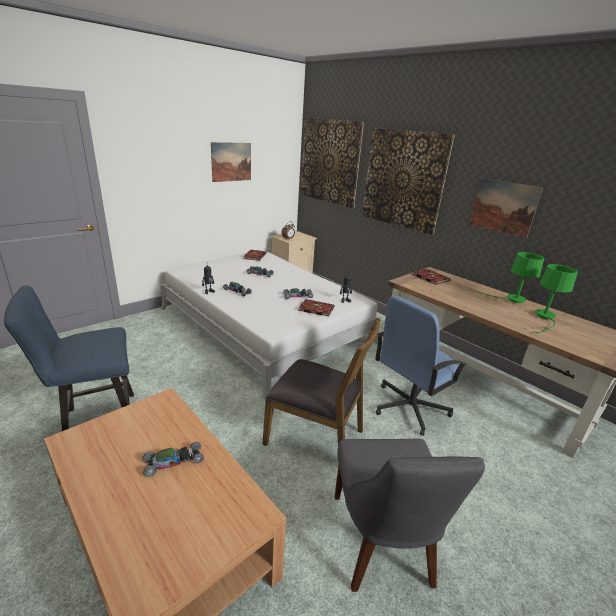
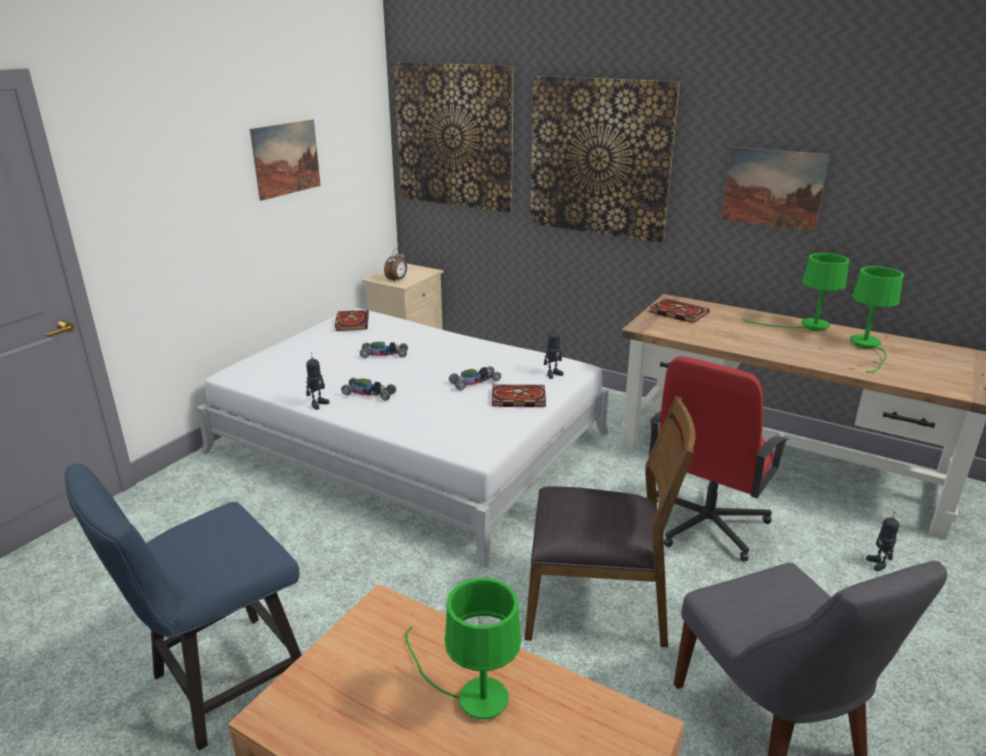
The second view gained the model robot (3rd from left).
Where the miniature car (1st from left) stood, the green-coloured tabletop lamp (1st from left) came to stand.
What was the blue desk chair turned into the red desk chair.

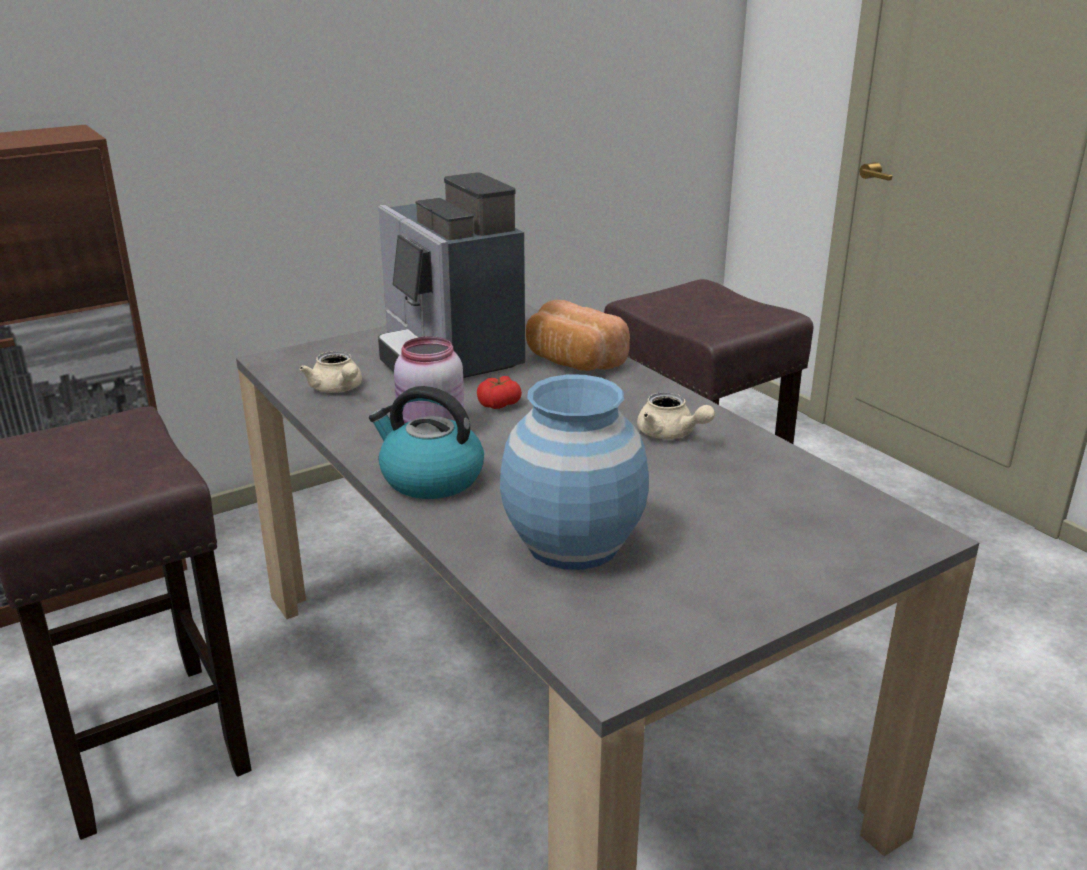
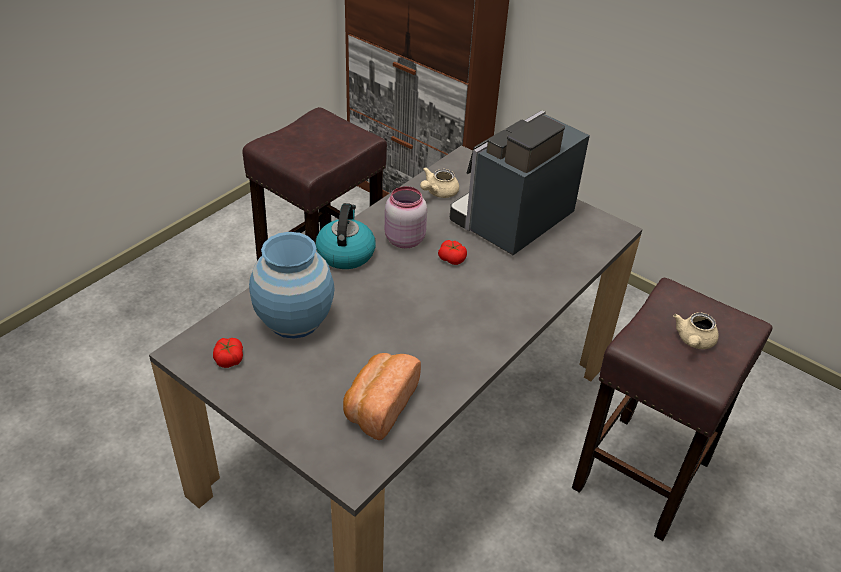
The second view gained the fresh tomato (1st from left).
The bread ended up elsewhere.
The sand-coloured pot for tea (2nd from left) ended up elsewhere.

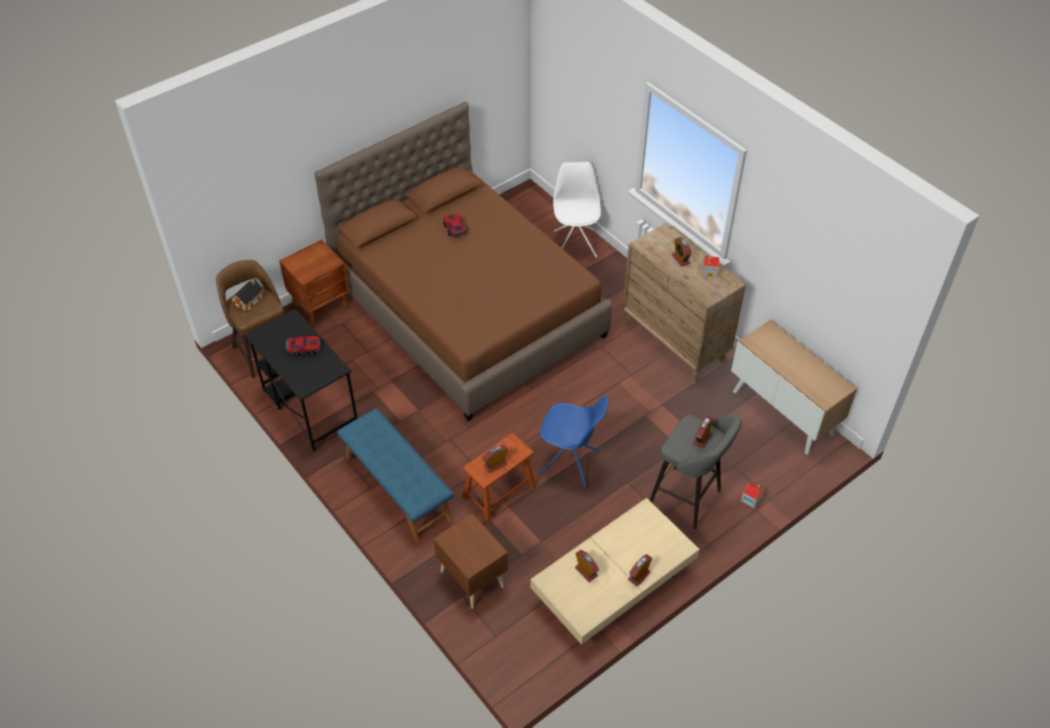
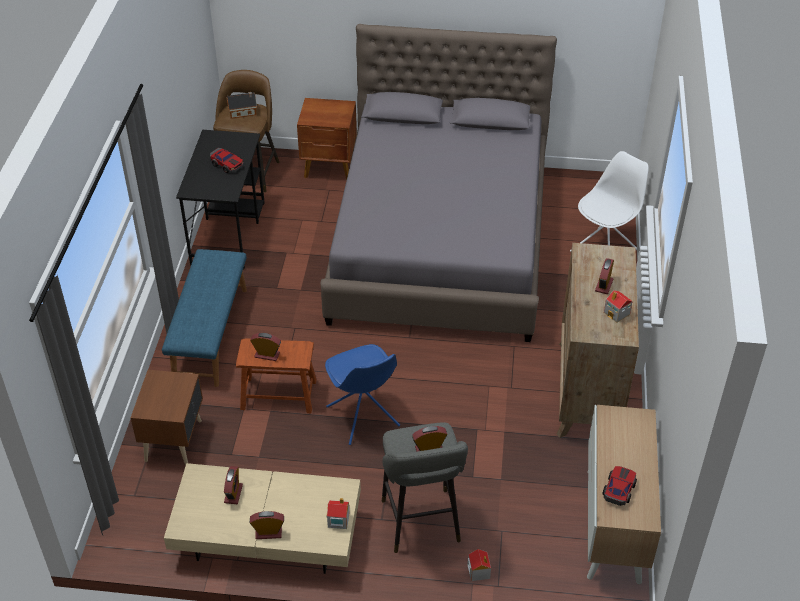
The second view gained the toy house (2nd from left).
The miniature car (2nd from left) ended up elsewhere.
What was the brown bed turned into the grey bed.

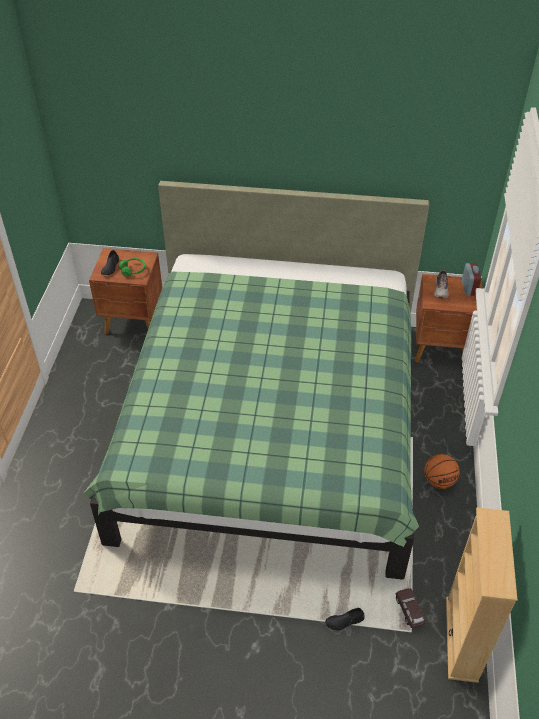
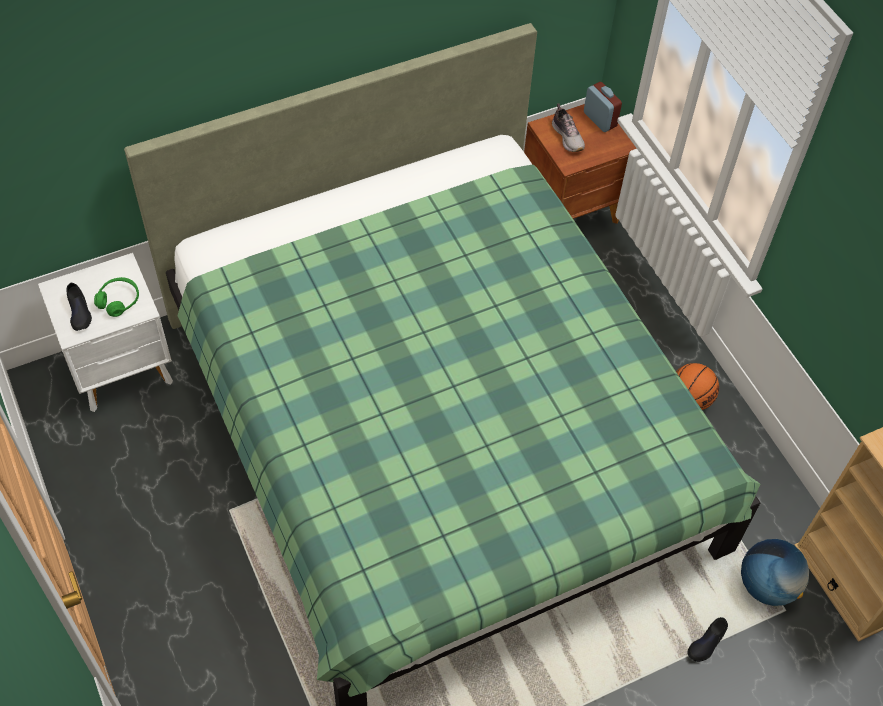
Where the brown miniature car stood, the world globe came to stand.
What was the brown night table (1st from left) turned into the white-coloured night table.

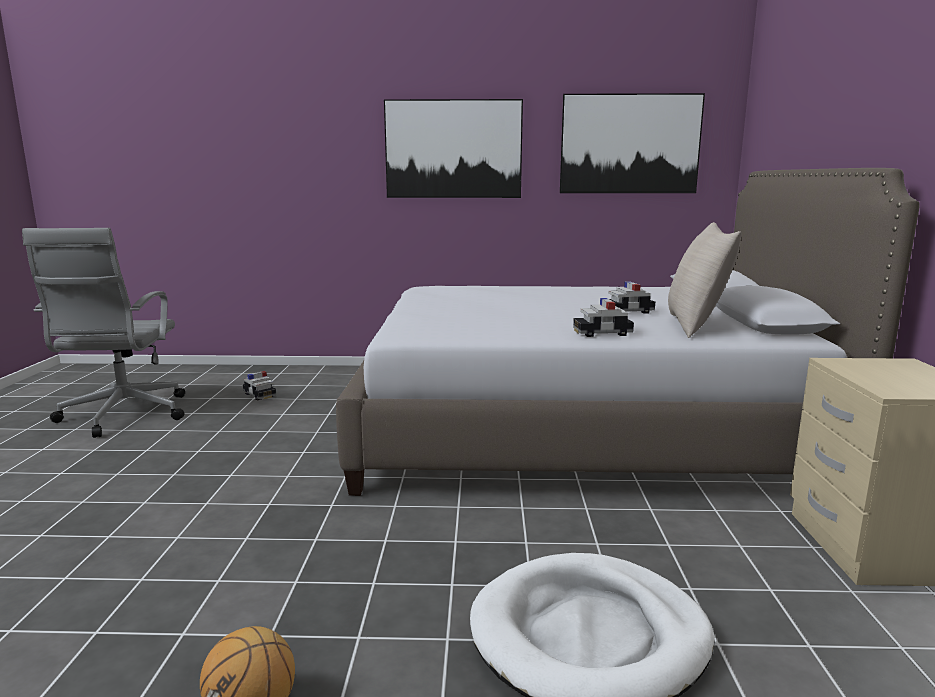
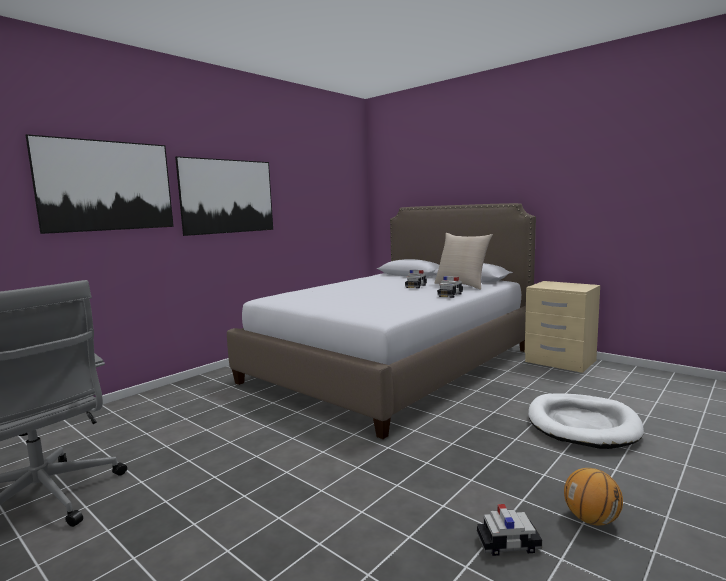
The miniature car (1st from left in the first image) ended up elsewhere.
The wall art (2nd from left in the first image) ended up elsewhere.

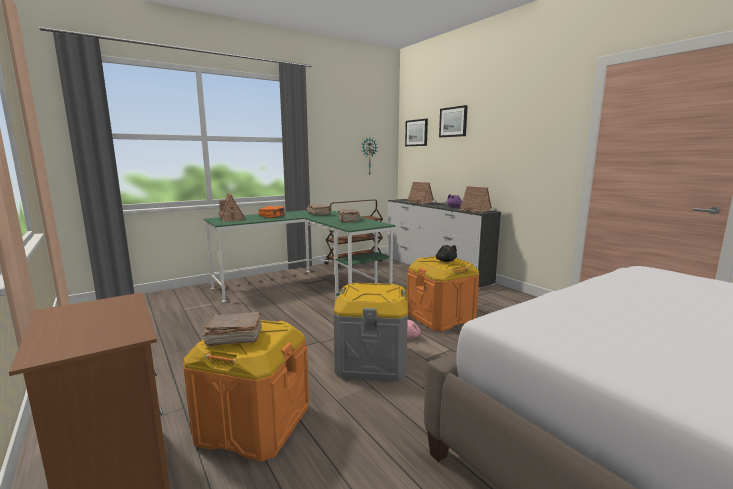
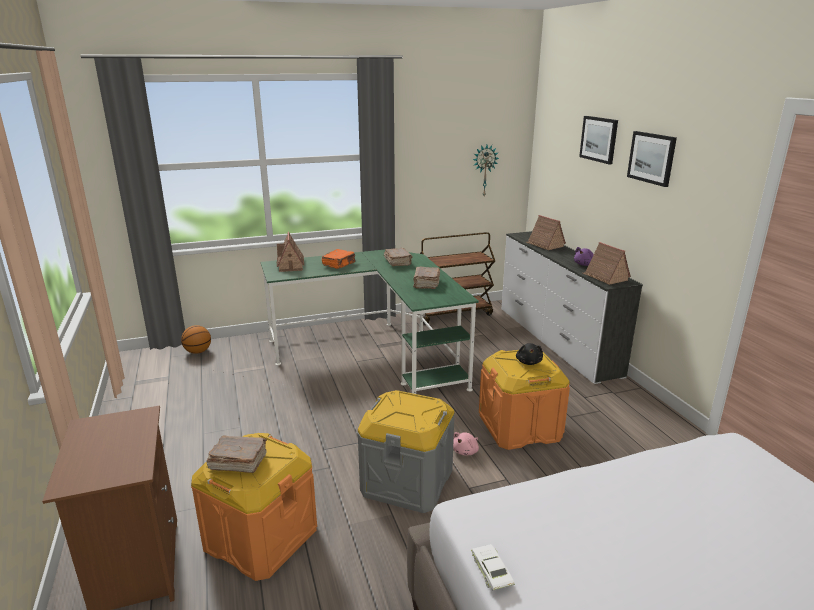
The second view gained the basketball ball.
The second view gained the white-coloured miniature car.
The wall art (1st from left in the first image) ended up elsewhere.

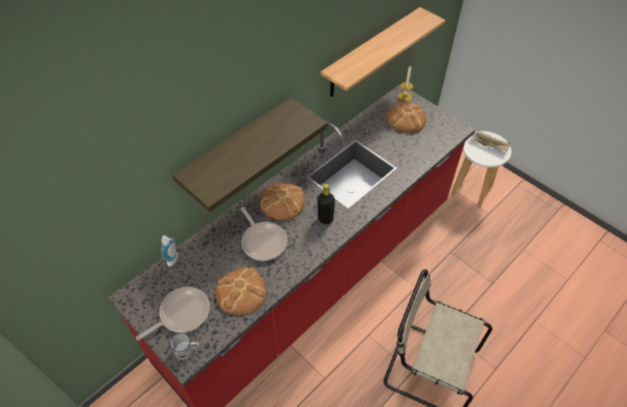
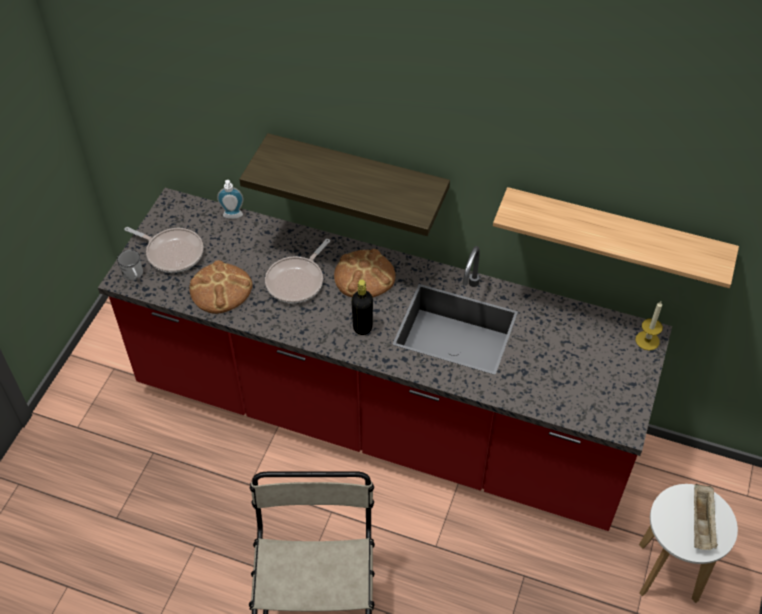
The second view lost the bread (3rd from left).

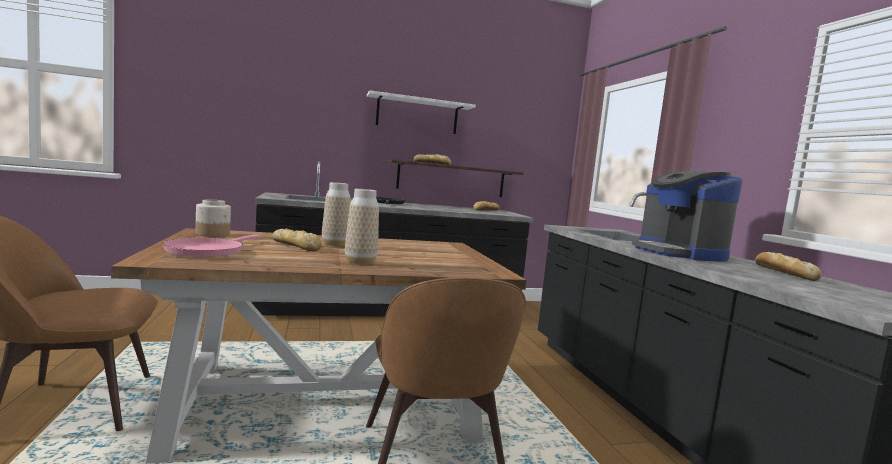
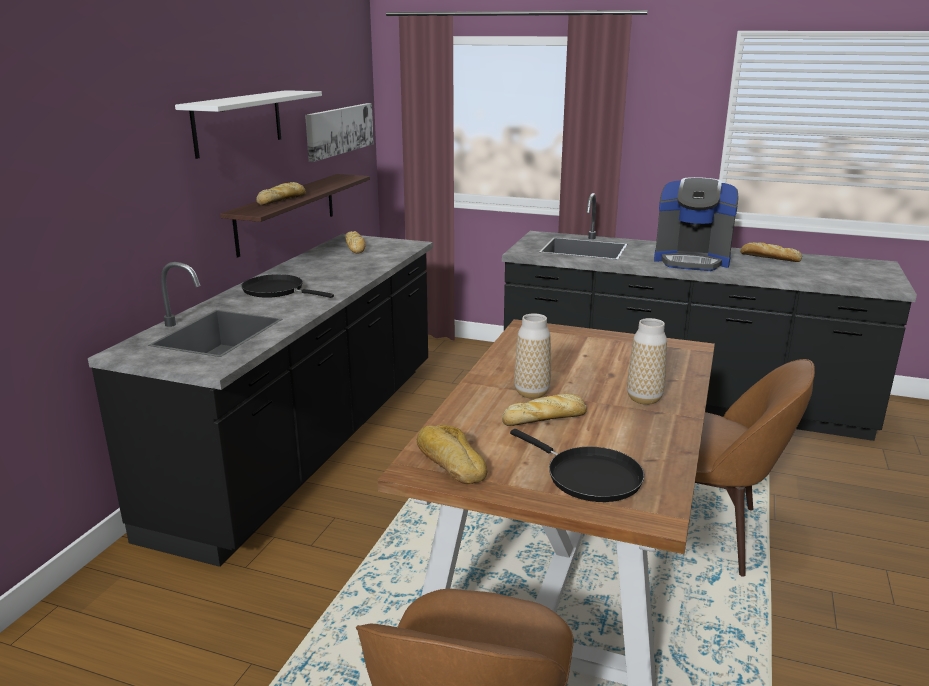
The second view gained the wall art.
Where the preserve jar stood, the bread (3rd from left) came to stand.
What was the pink-coloured pan turned into the blackish pan (2nd from left).

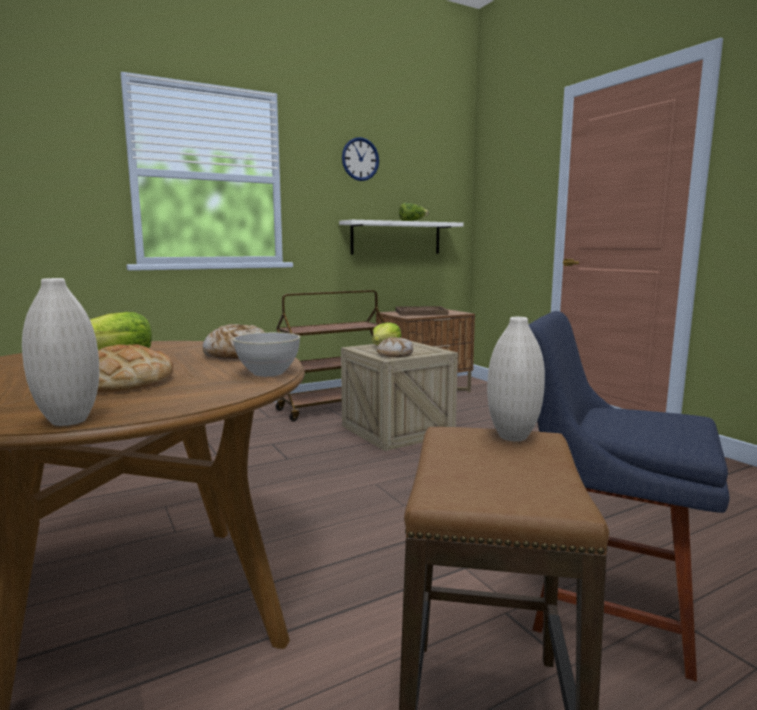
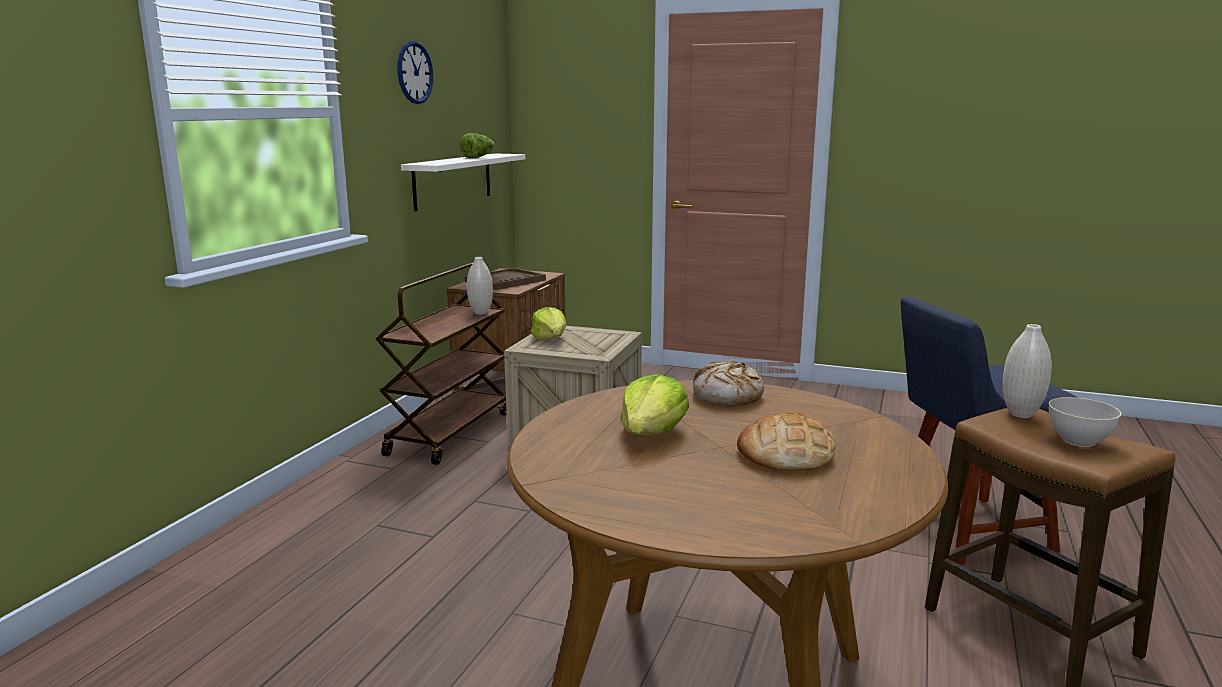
The second view lost the bread (3rd from left).
The white-coloured decorative vase (1st from left) ended up elsewhere.
The grey deep dish ended up elsewhere.

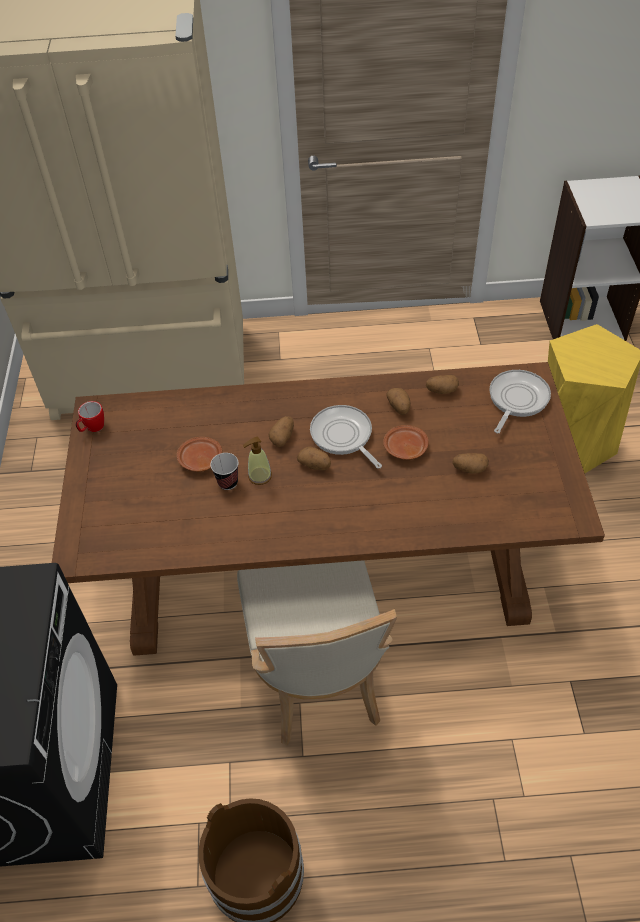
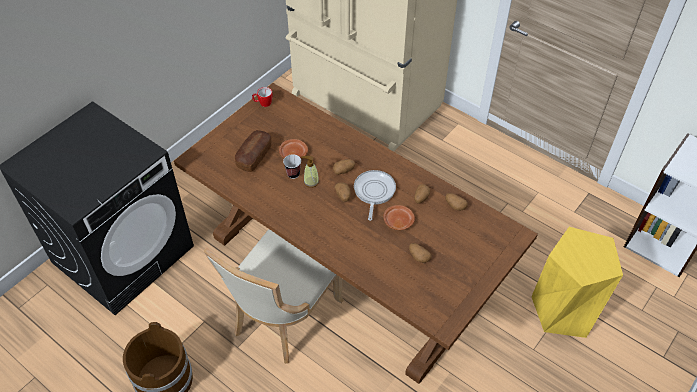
The second view lost the pan (2nd from left).
The second view gained the bread.

